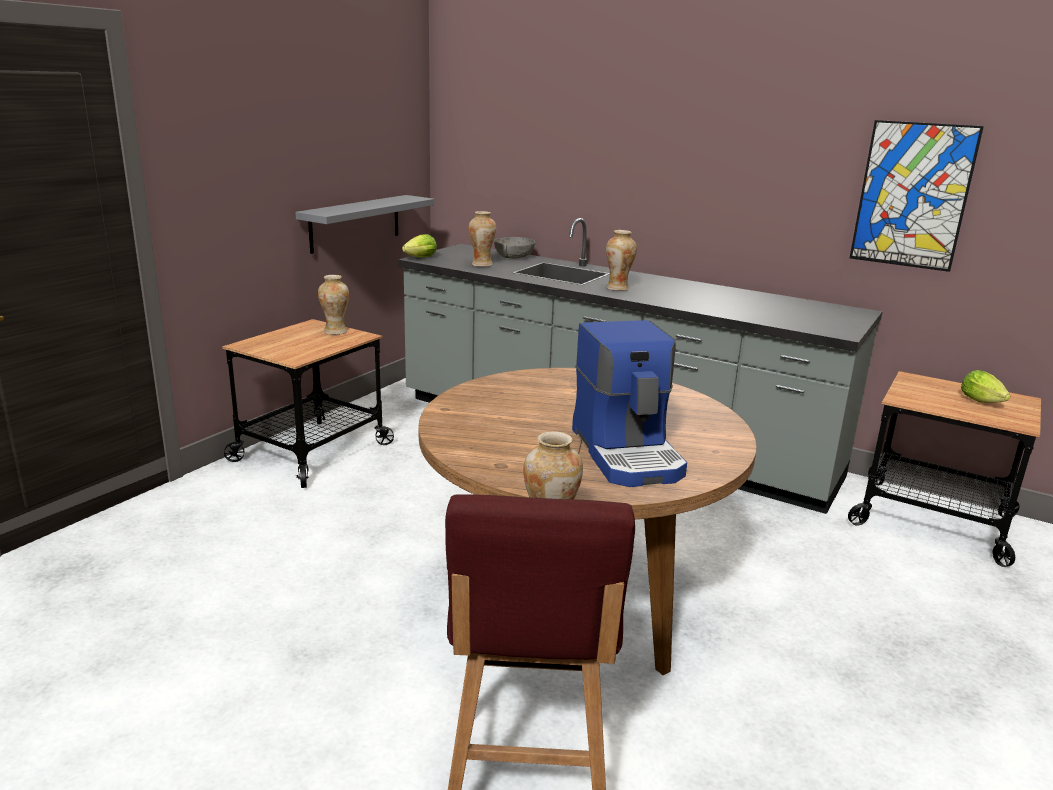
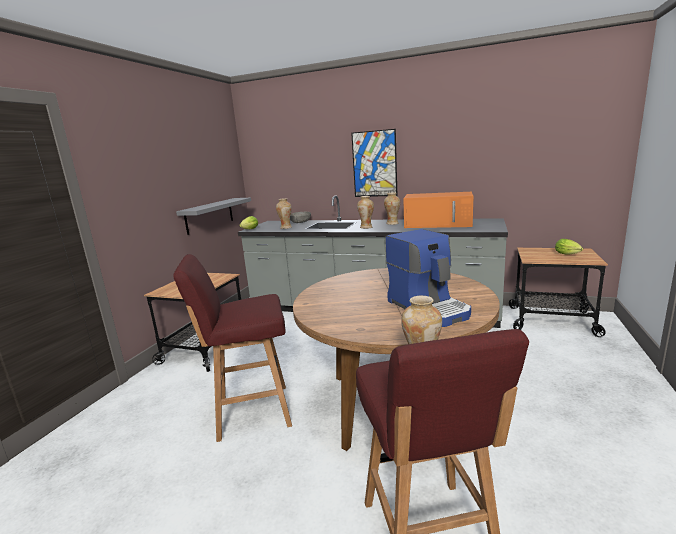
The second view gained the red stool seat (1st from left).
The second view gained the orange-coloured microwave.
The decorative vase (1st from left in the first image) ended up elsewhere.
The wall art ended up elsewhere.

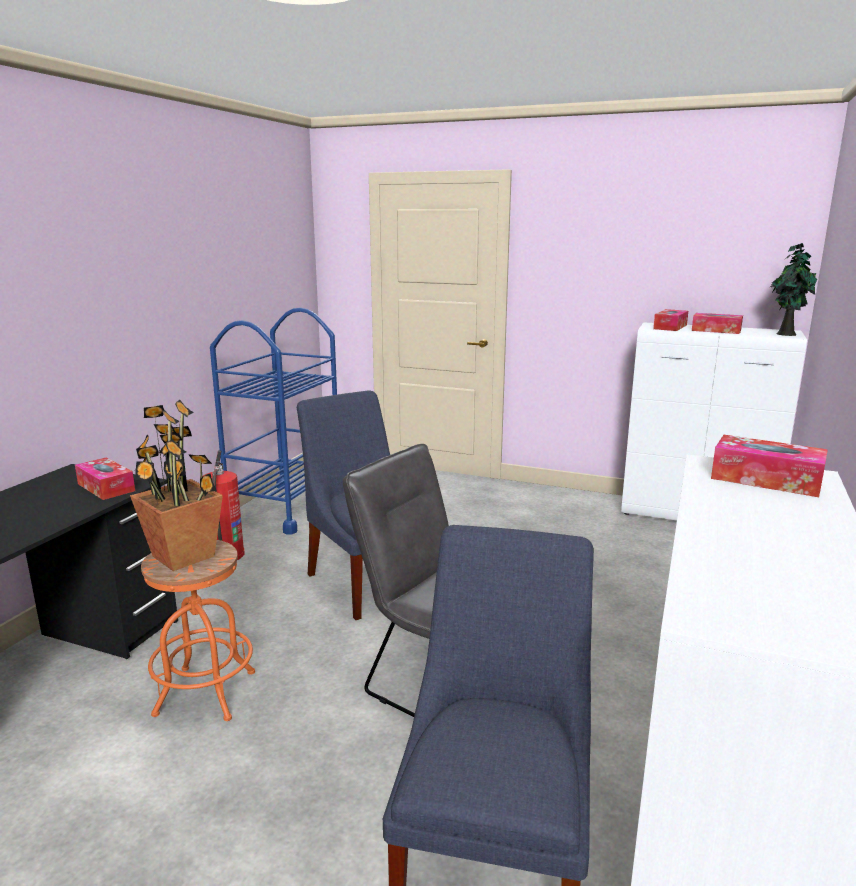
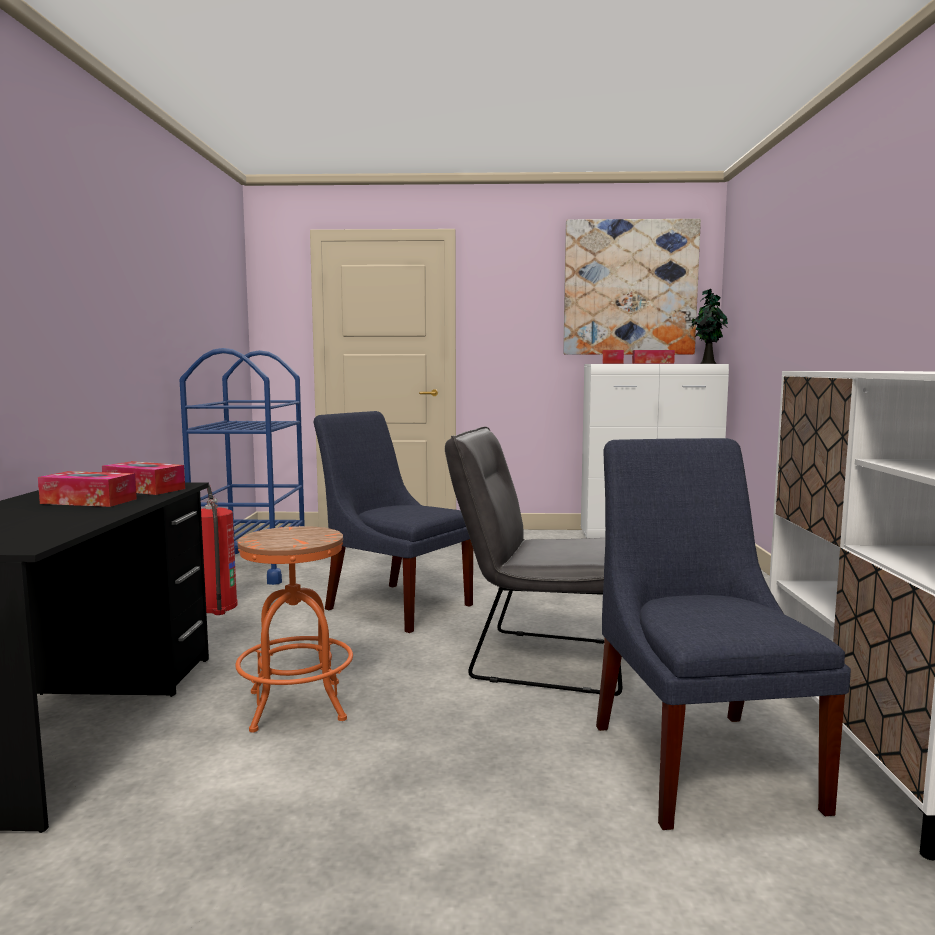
The second view lost the plant in a pot (1st from left).
The second view gained the wall art.
The tissue holder (4th from left in the first image) ended up elsewhere.

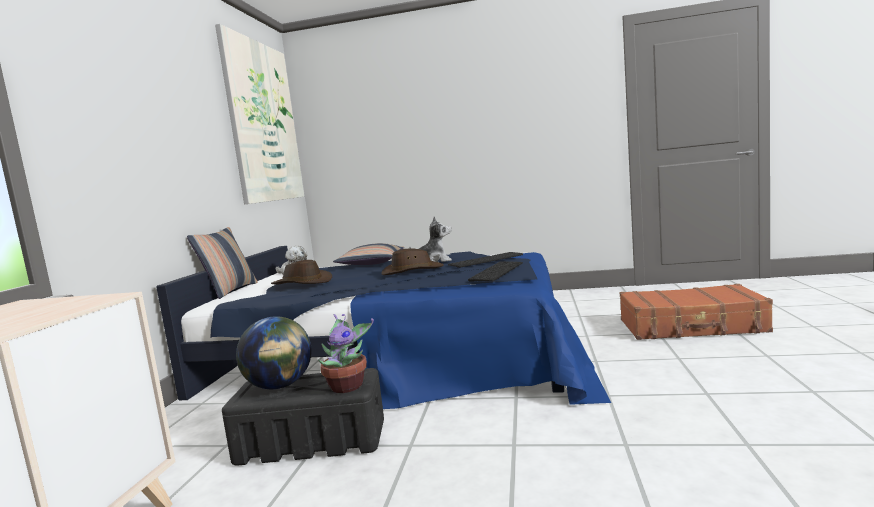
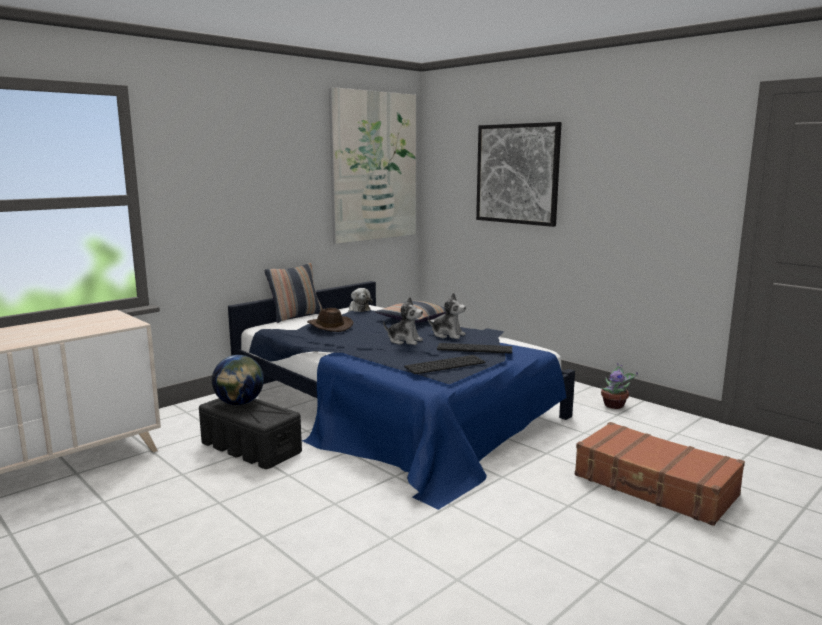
The second view gained the wall art (2nd from left).
The plant in a pot ended up elsewhere.
Where the brown wearable hat (2nd from left) stood, the cuddly toy (2nd from left) came to stand.

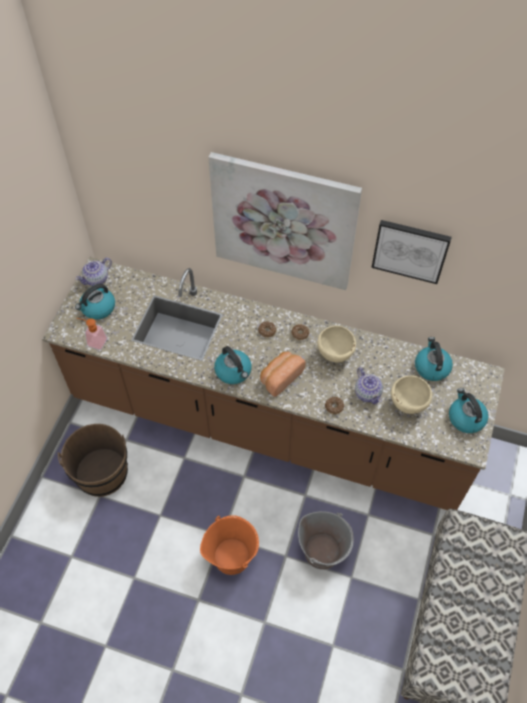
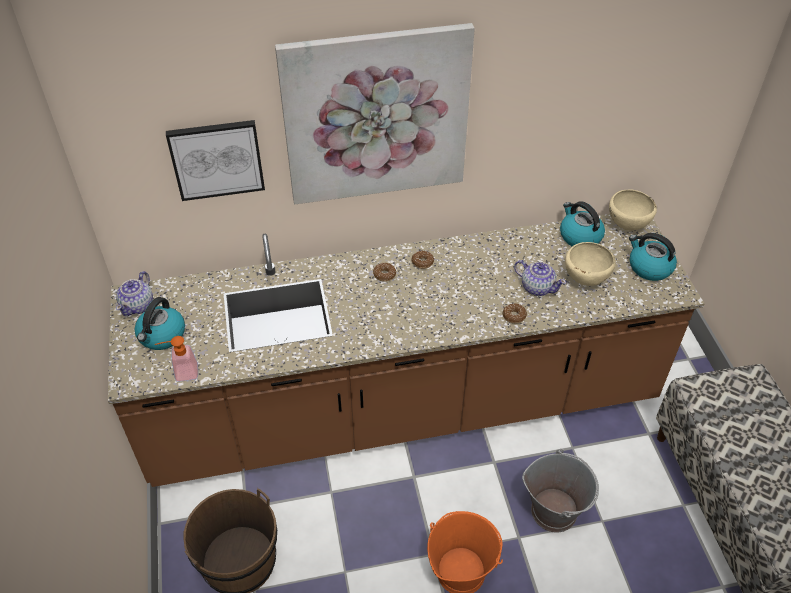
The second view lost the tea kettle (2nd from left).
The second view lost the bread.
The sand-coloured deep dish (1st from left in the first image) ended up elsewhere.
The wall art (2nd from left in the first image) ended up elsewhere.

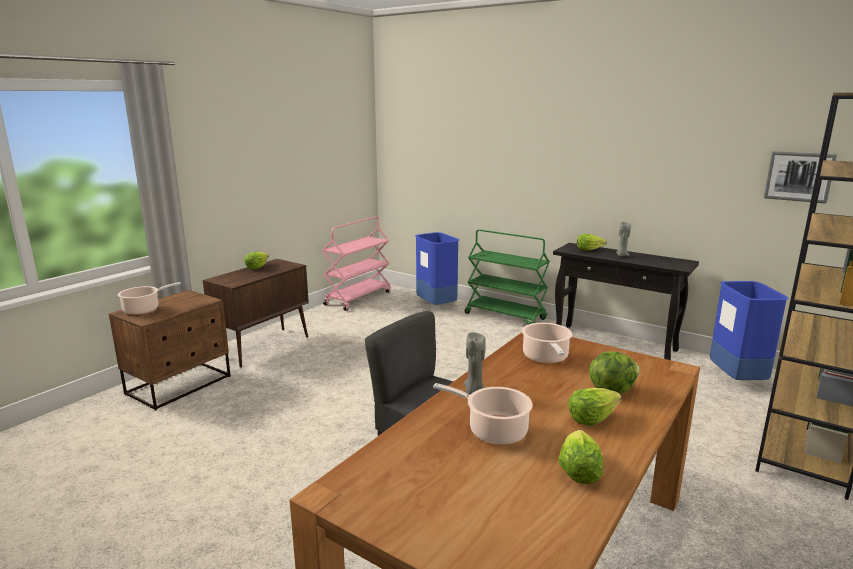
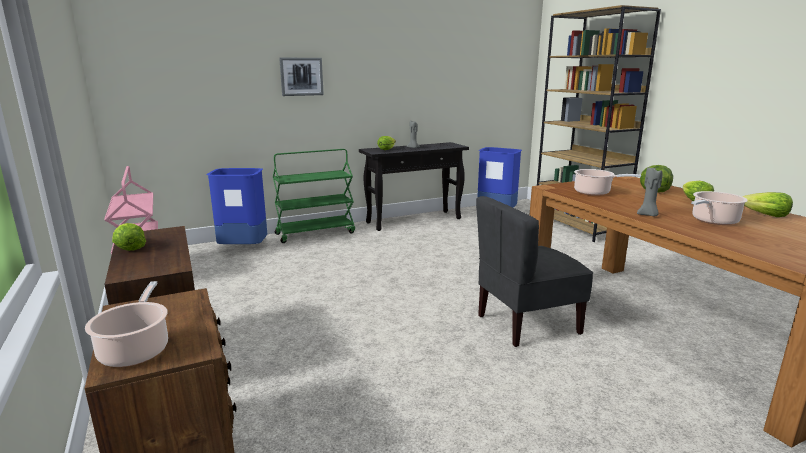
The wall art ended up elsewhere.

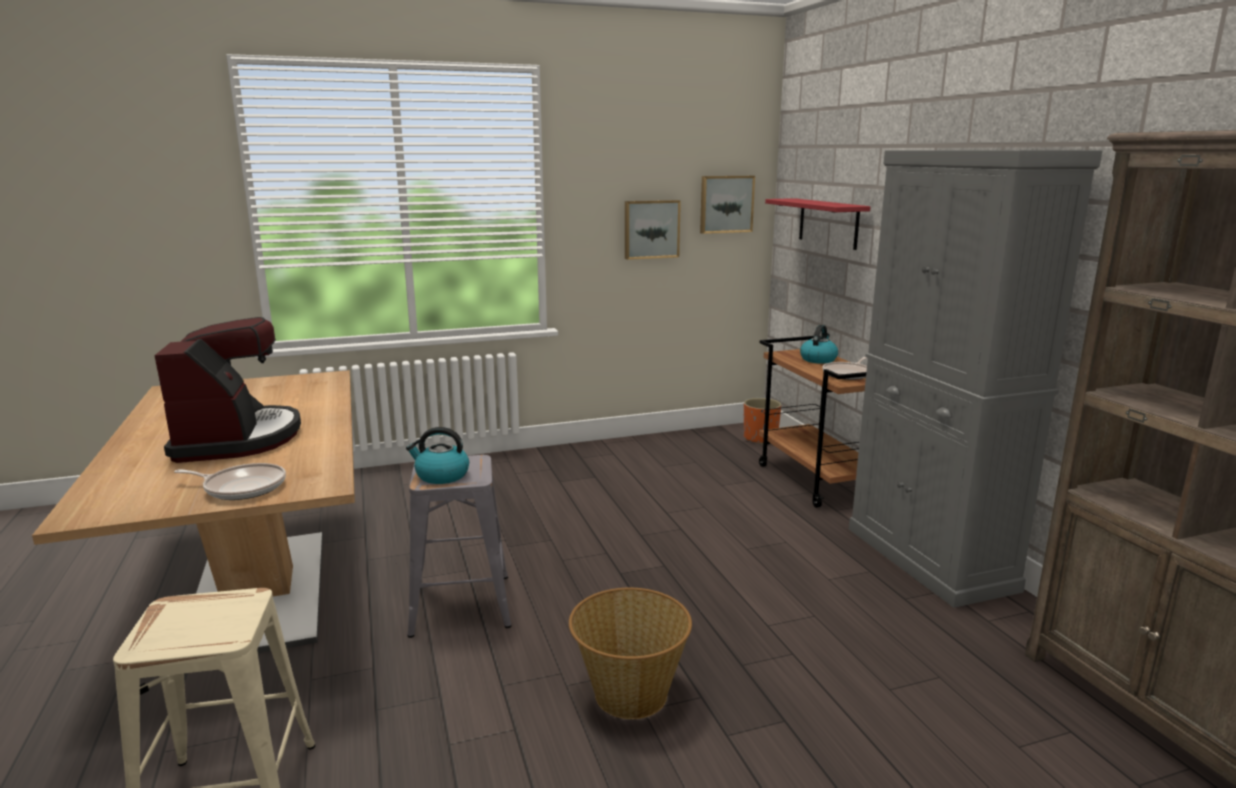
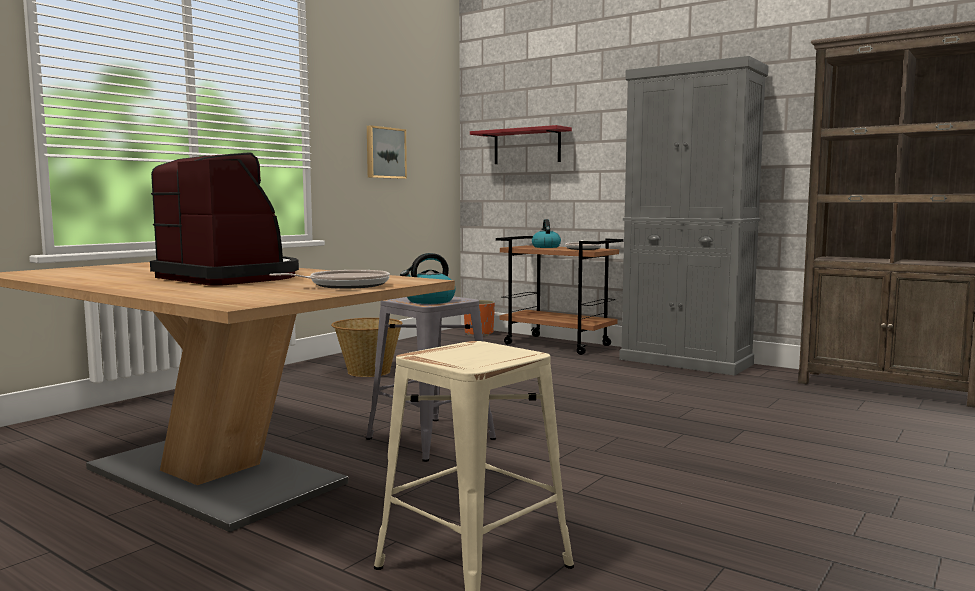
The second view lost the wall art (2nd from left).
The household basket ended up elsewhere.

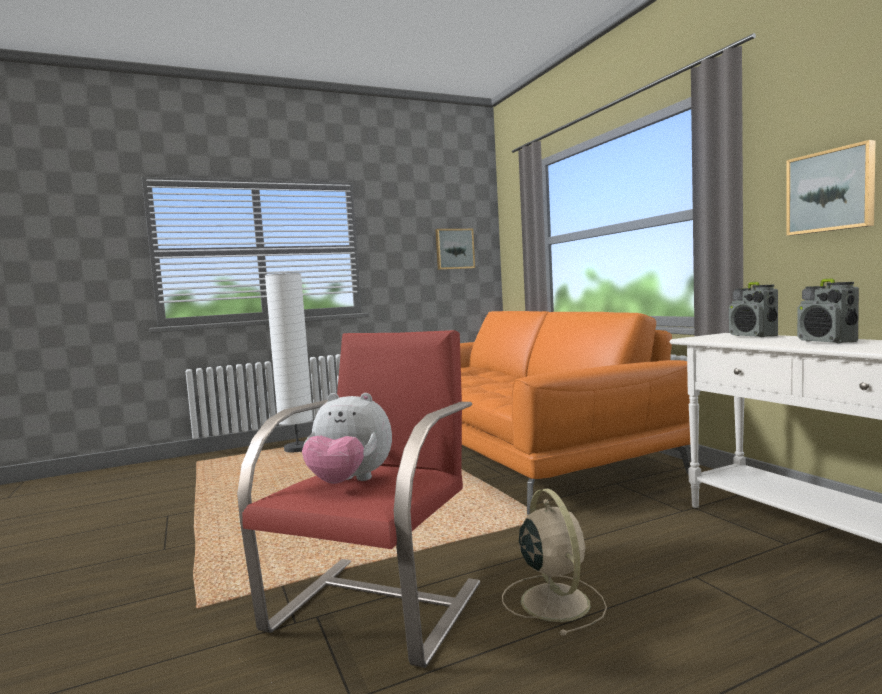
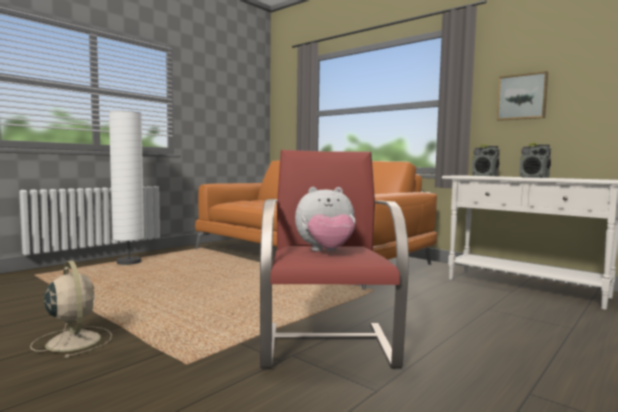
The second view lost the wall art (1st from left).
The sand-coloured electric fan ended up elsewhere.

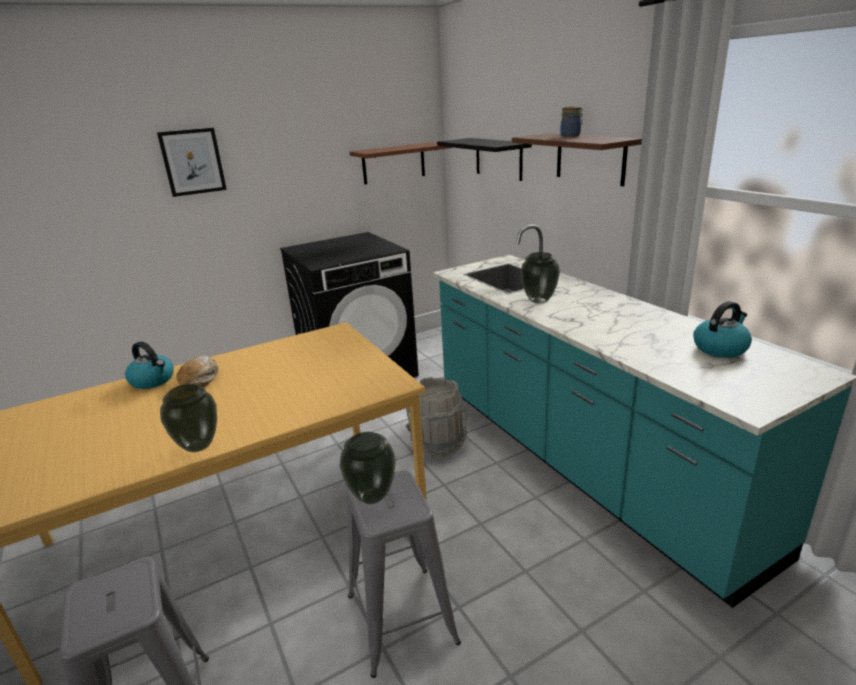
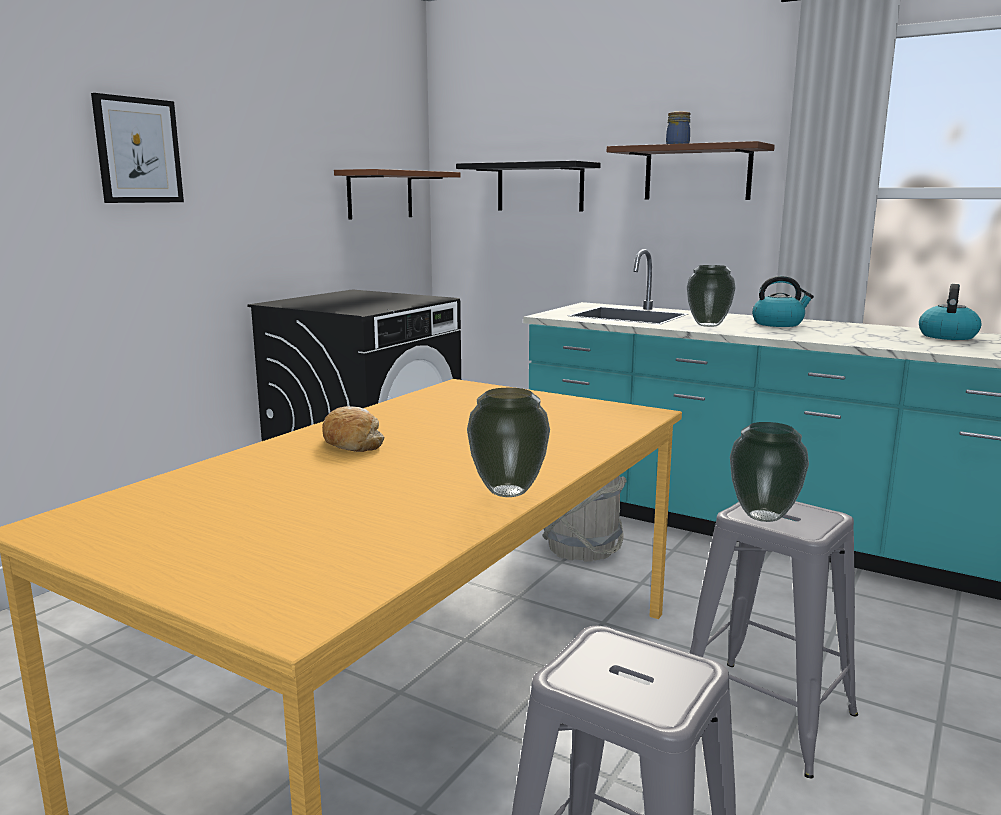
The tea kettle (1st from left) ended up elsewhere.

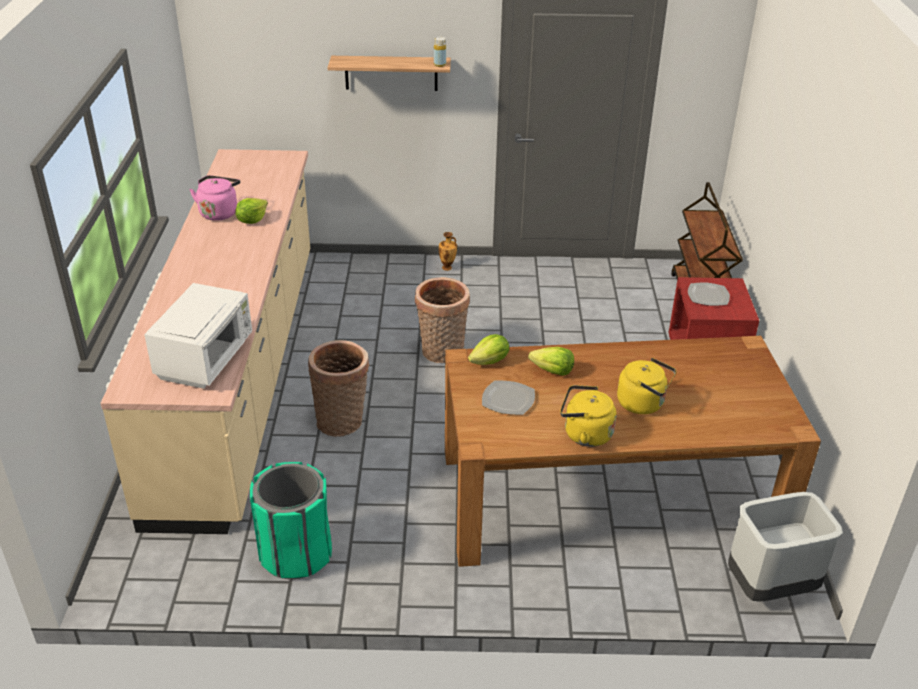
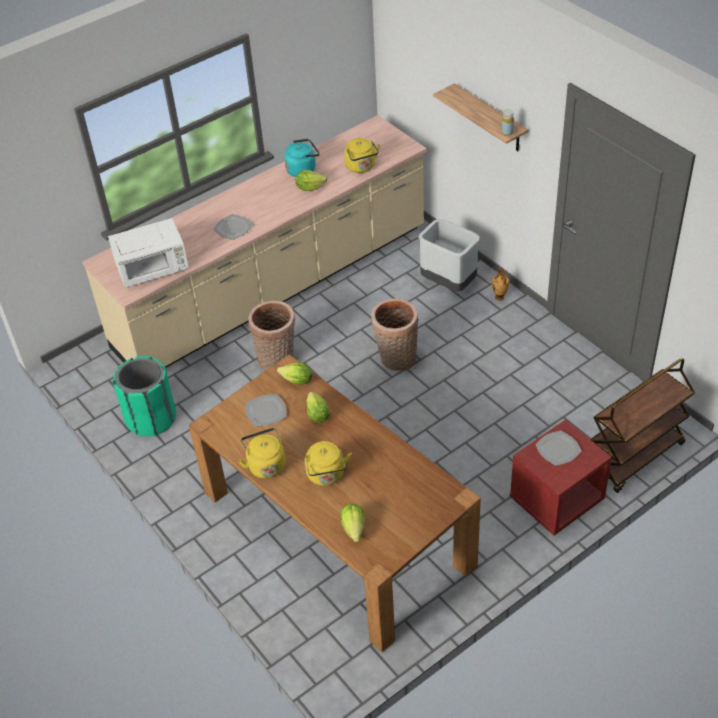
The second view gained the dinner plate (1st from left).
The second view gained the lettuce (4th from left).
The second view gained the yellow-coloured tea kettle (3rd from left).
The grey waste bin ended up elsewhere.
What was the pink-coloured tea kettle turned into the turquoise tea kettle.

